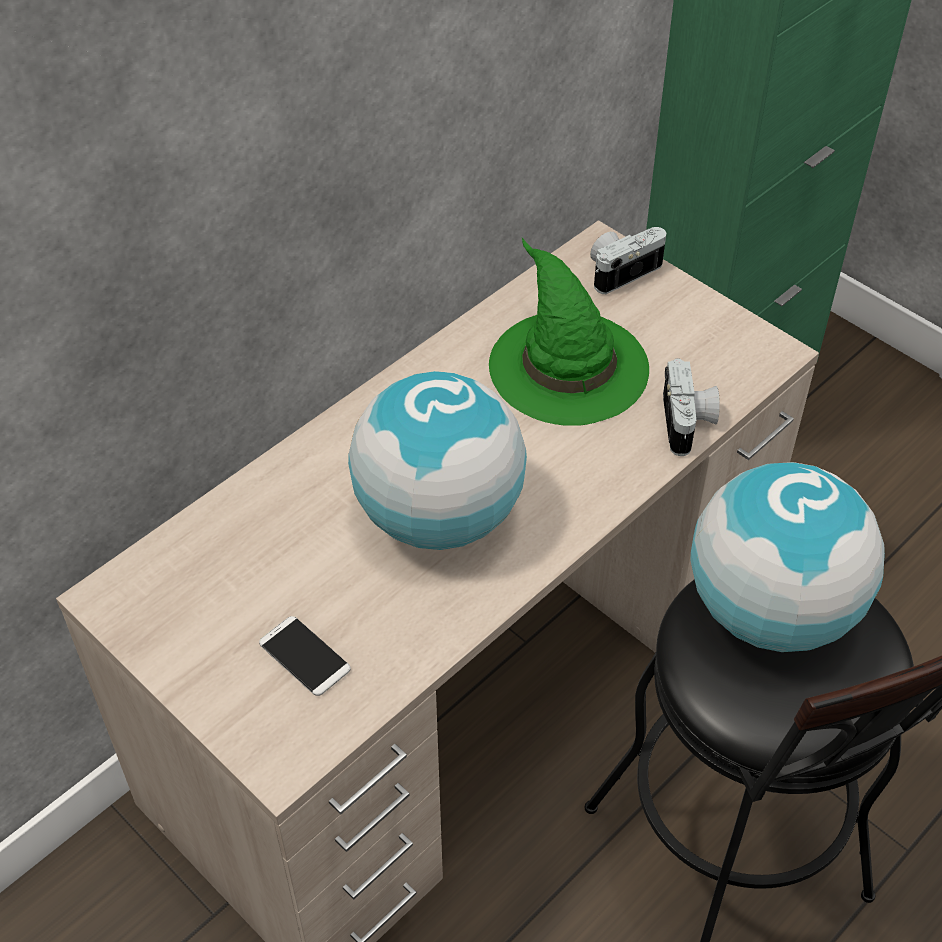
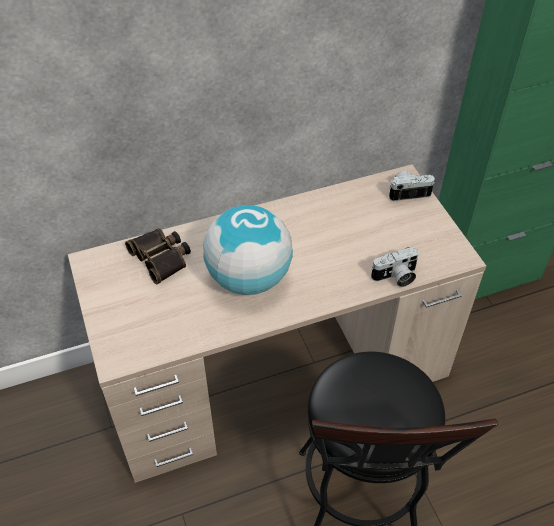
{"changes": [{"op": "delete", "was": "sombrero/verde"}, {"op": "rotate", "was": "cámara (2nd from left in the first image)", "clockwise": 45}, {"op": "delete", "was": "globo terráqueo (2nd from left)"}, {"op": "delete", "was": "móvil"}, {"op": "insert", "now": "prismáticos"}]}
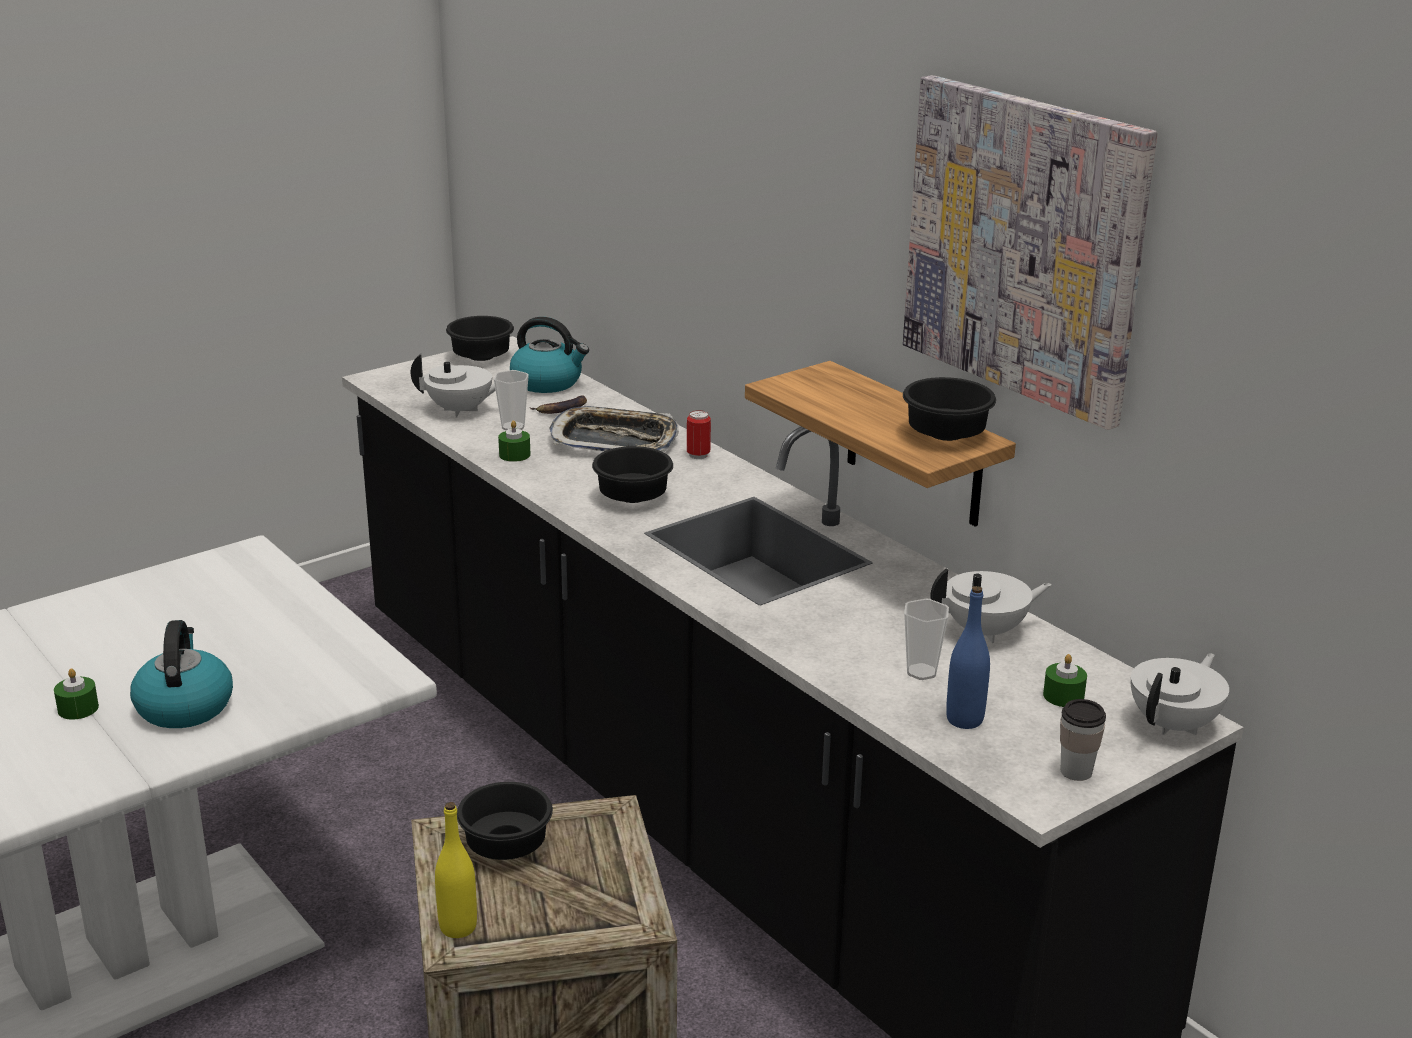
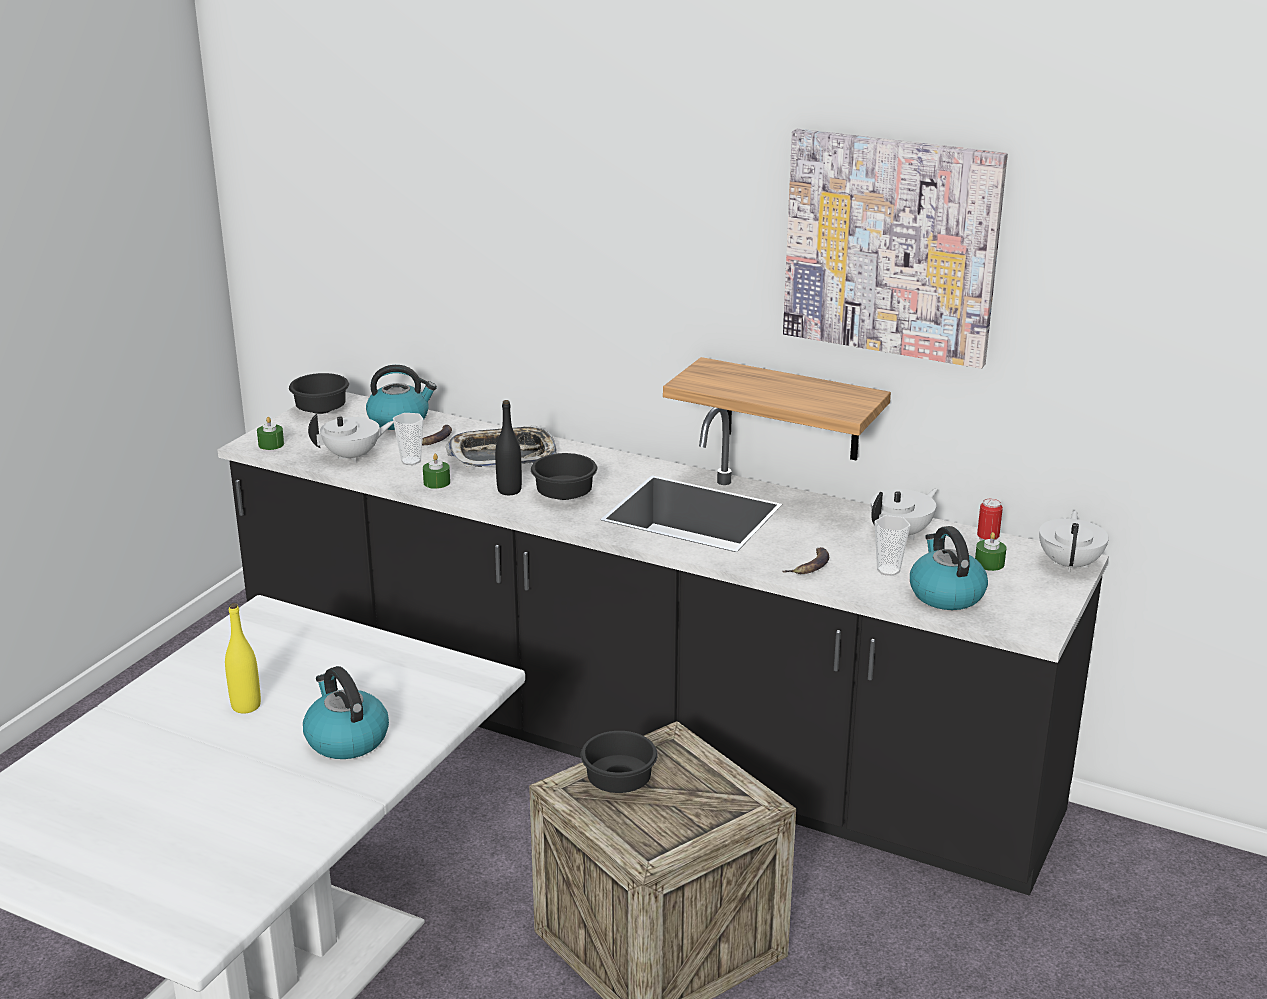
{"changes": [{"op": "delete", "was": "cuenco/negro (4th from left)"}, {"op": "move", "was": "lata"}, {"op": "replace", "was": "botella/azul", "now": "hervidor (3rd from left)"}, {"op": "move", "was": "vela/verde (1st from left)"}, {"op": "delete", "was": "taza (3rd from left)"}, {"op": "move", "was": "botella/amarillo"}, {"op": "insert", "now": "botella/negro"}, {"op": "insert", "now": "plátano (2nd from left)"}]}
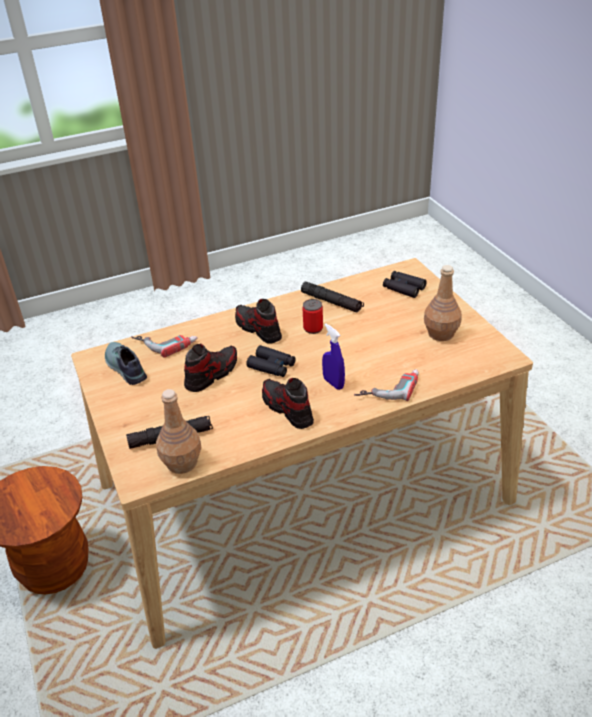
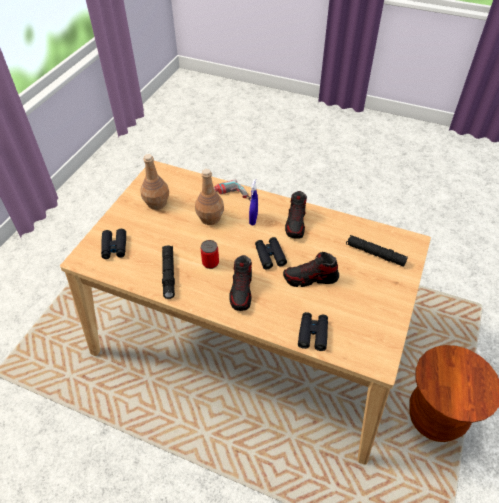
{"changes": [{"op": "replace", "was": "taladro (1st from left)", "now": "prismáticos/negro (3rd from left)"}, {"op": "delete", "was": "zapato (1st from left)"}, {"op": "move", "was": "botella/marrón (1st from left in the first image)", "now": "botella/marrón (2nd from left)"}]}
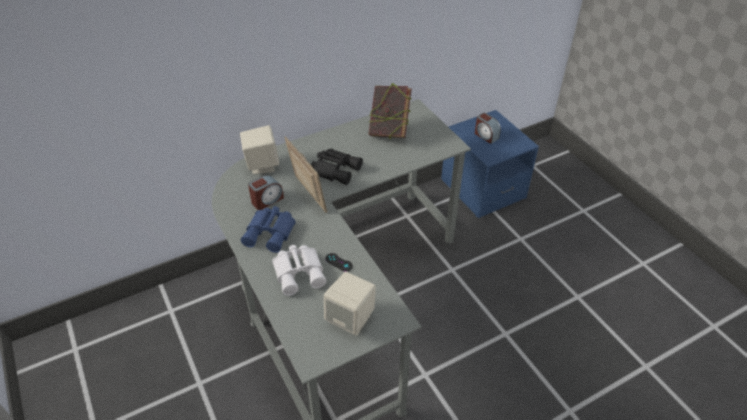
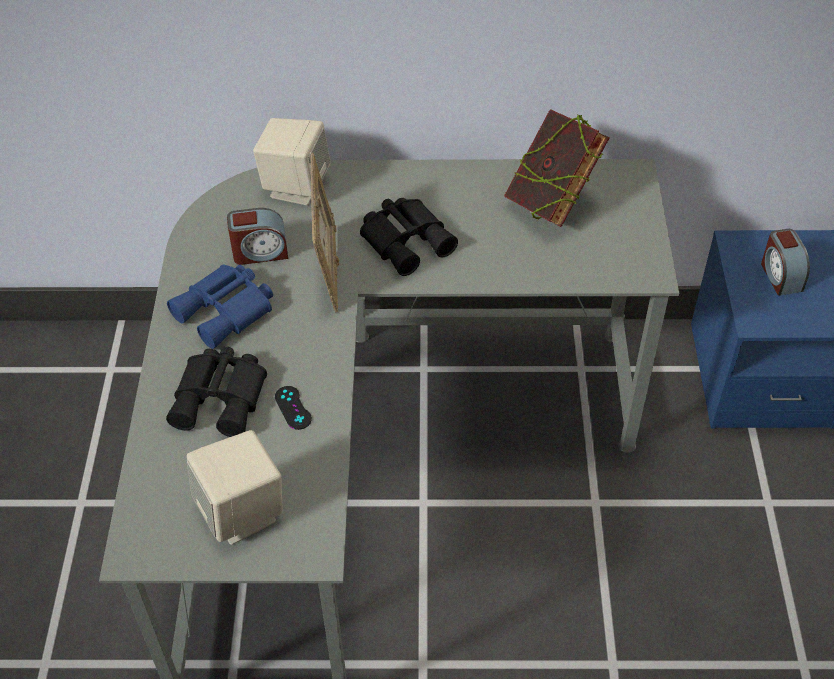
{"changes": [{"op": "recolor", "was": "prismáticos/blanco", "now": "prismáticos/negro (1st from left)"}]}
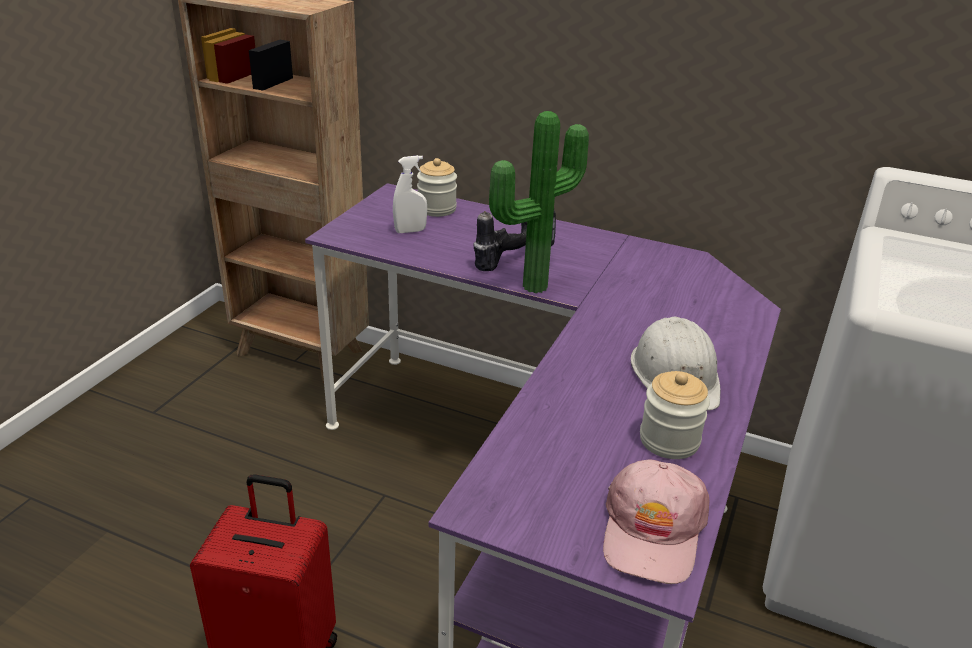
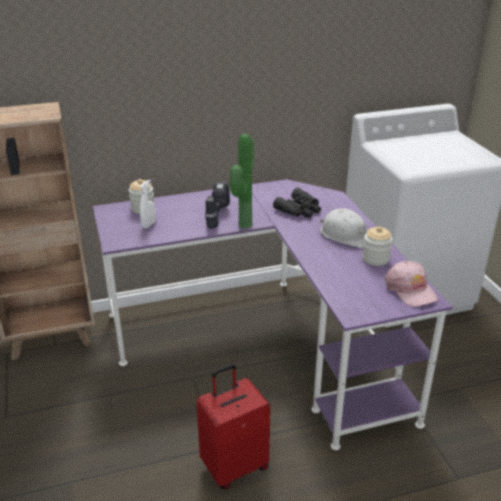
{"changes": [{"op": "insert", "now": "prismáticos/negro"}]}
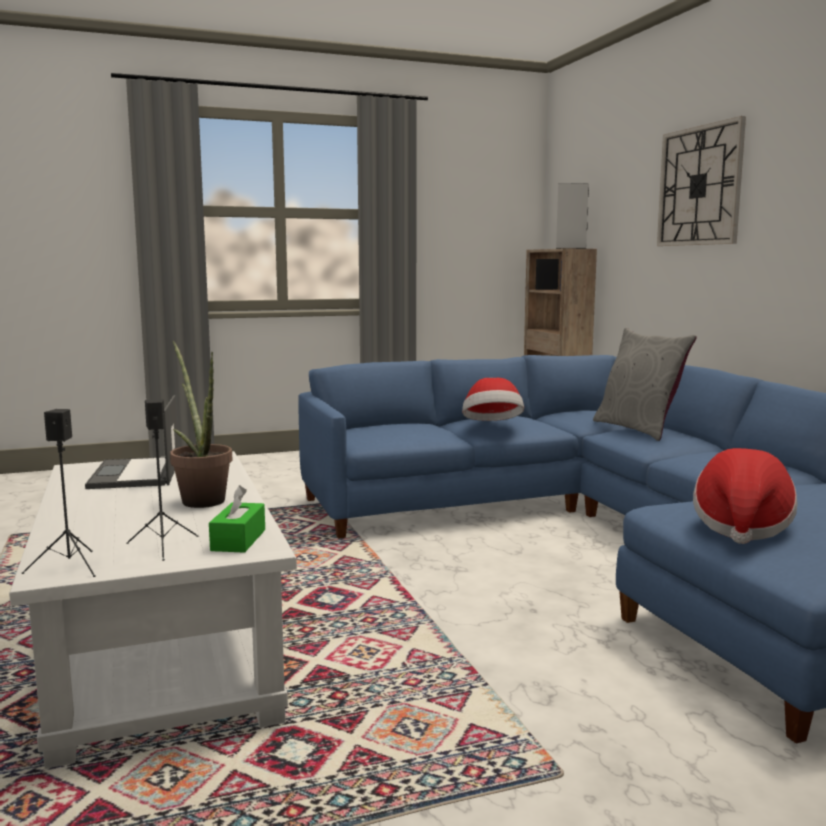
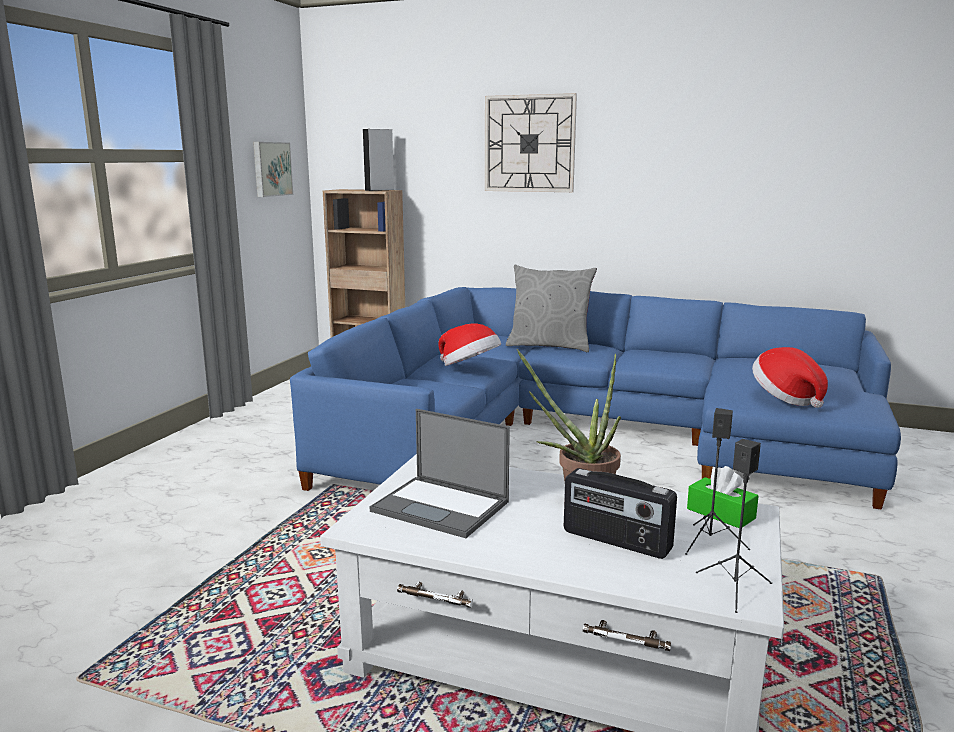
{"changes": [{"op": "insert", "now": "cuadro"}, {"op": "insert", "now": "radio"}]}
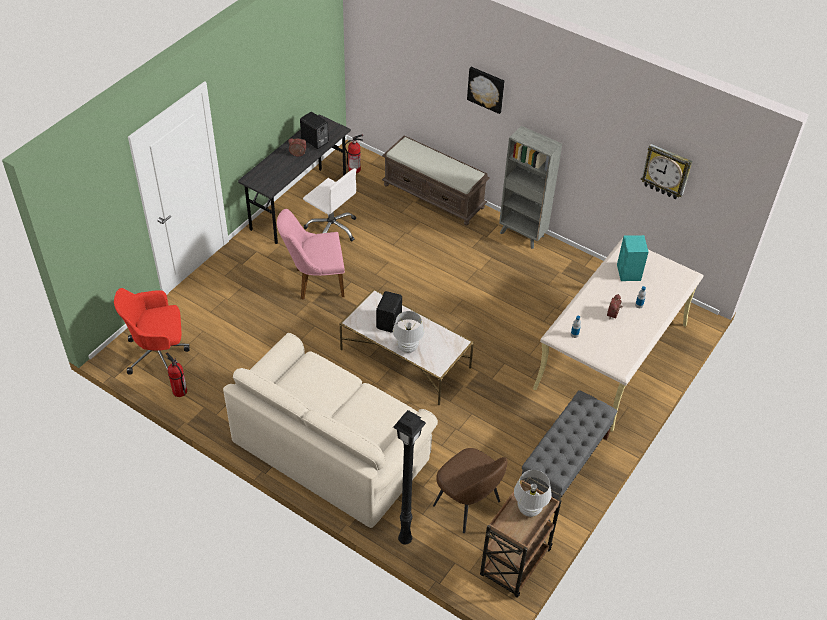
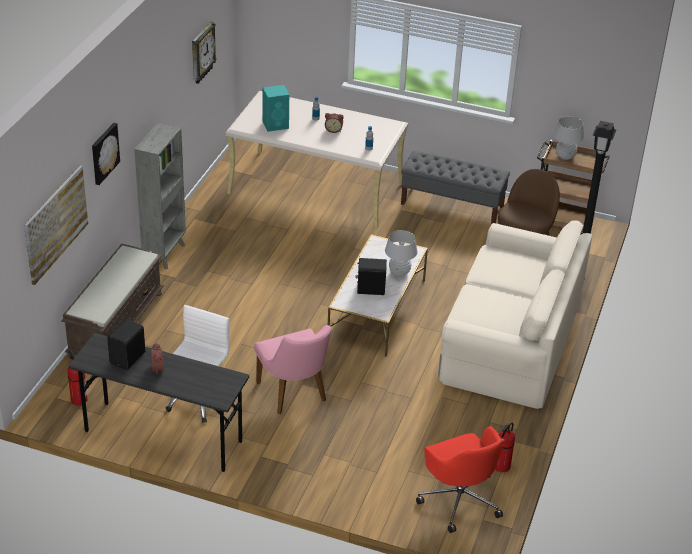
{"changes": [{"op": "insert", "now": "cuadro (1st from left)"}]}
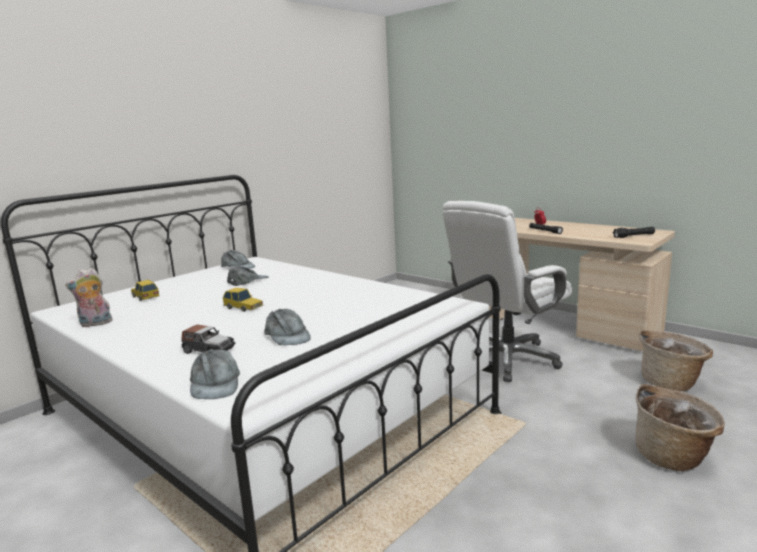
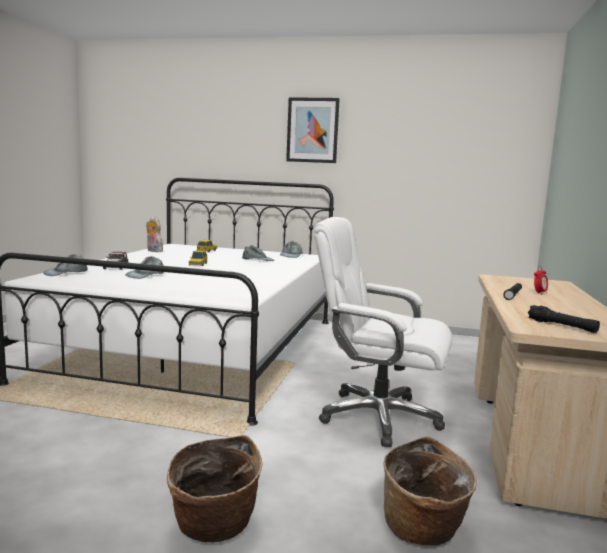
{"changes": [{"op": "insert", "now": "cuadro"}]}
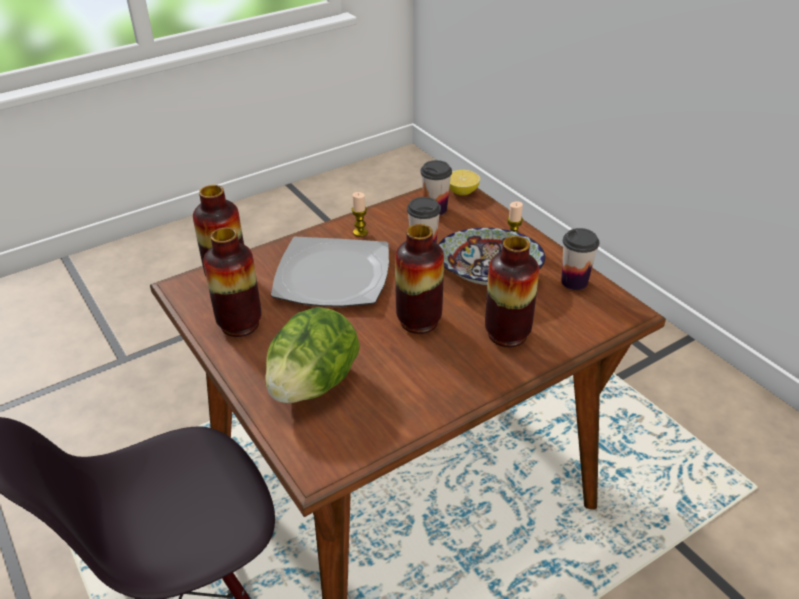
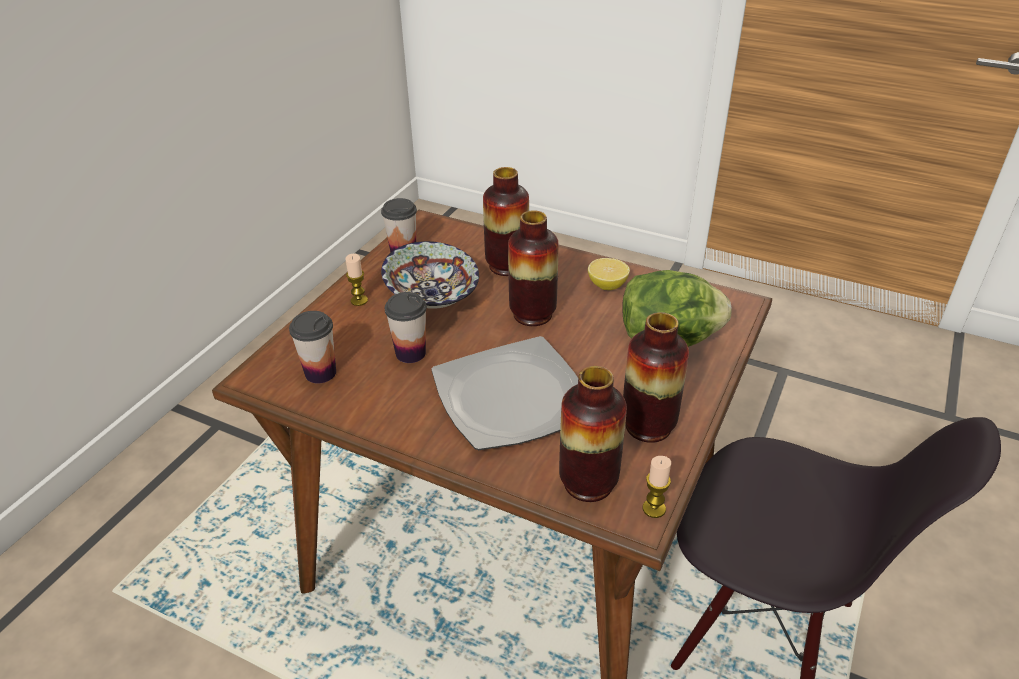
{"changes": [{"op": "move", "was": "limón"}, {"op": "move", "was": "vela (1st from left in the first image)", "now": "vela (2nd from left)"}]}
